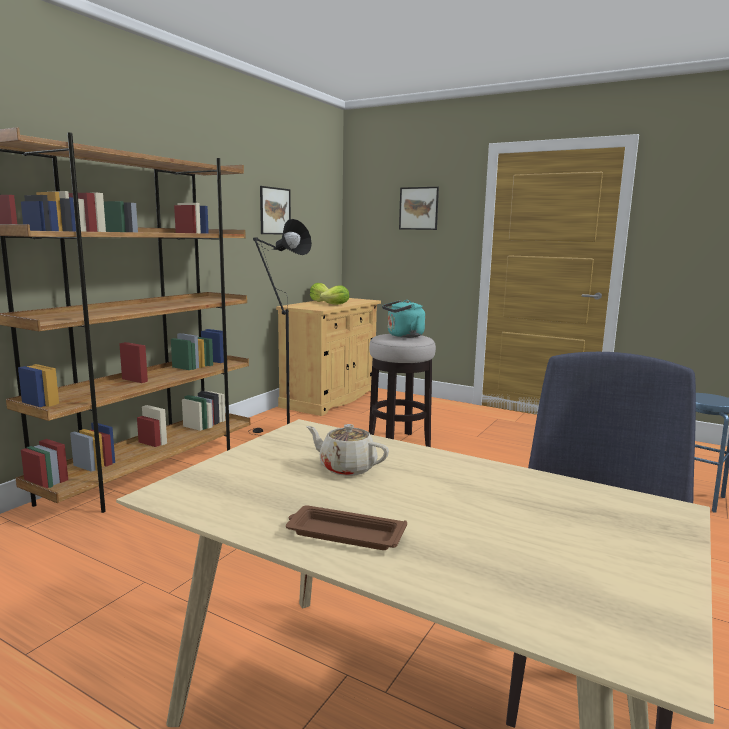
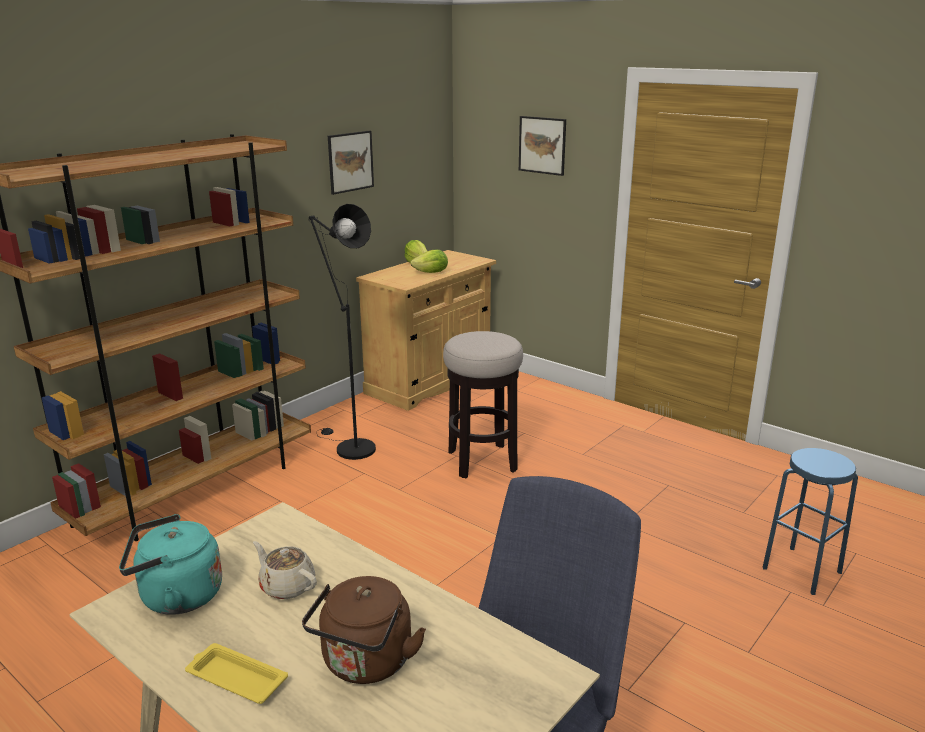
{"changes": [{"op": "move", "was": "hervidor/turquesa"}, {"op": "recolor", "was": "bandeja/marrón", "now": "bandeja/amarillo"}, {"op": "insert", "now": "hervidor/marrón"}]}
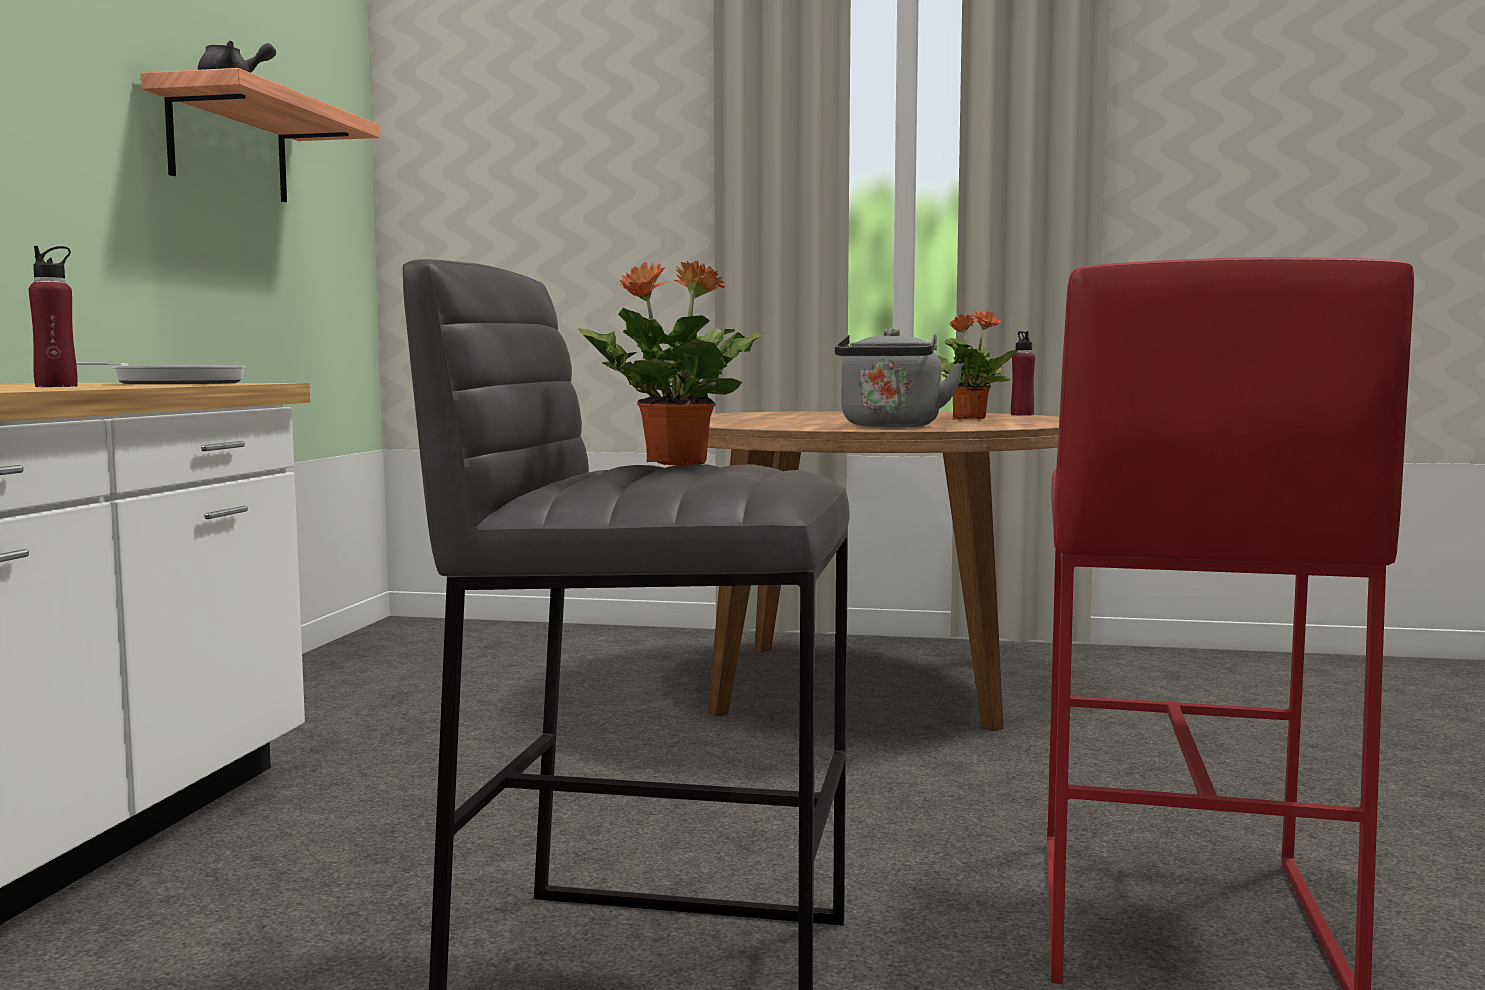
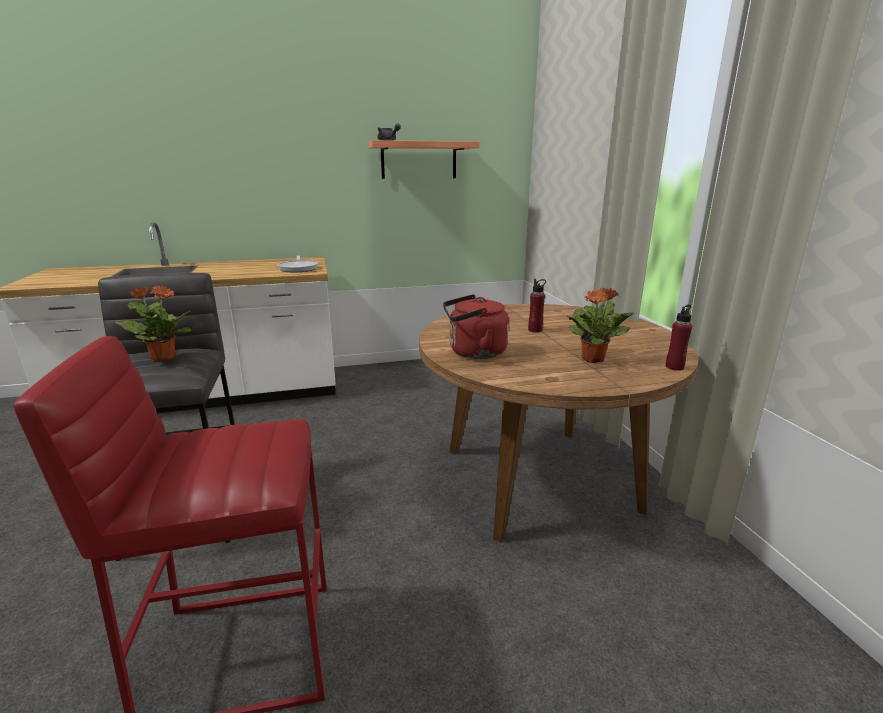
{"changes": [{"op": "move", "was": "botella/rojo (1st from left)"}, {"op": "recolor", "was": "hervidor/gris", "now": "hervidor/rojo"}]}
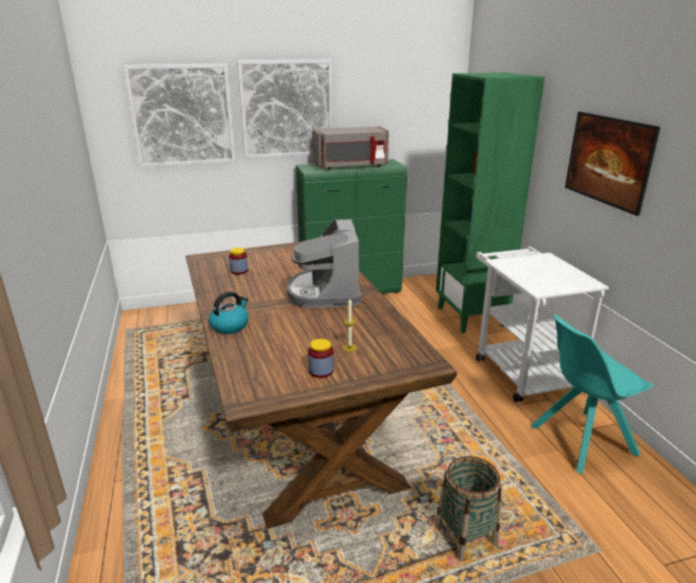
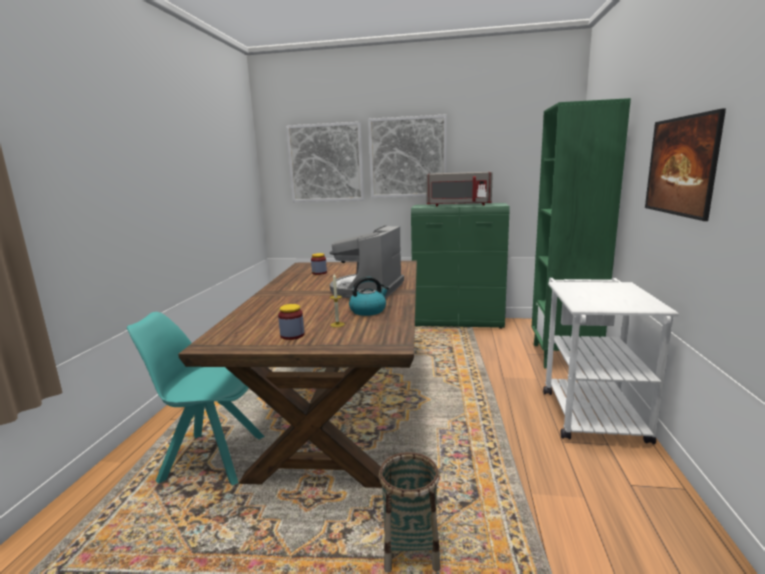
{"changes": [{"op": "move", "was": "hervidor"}, {"op": "move", "was": "silla/turquesa"}]}
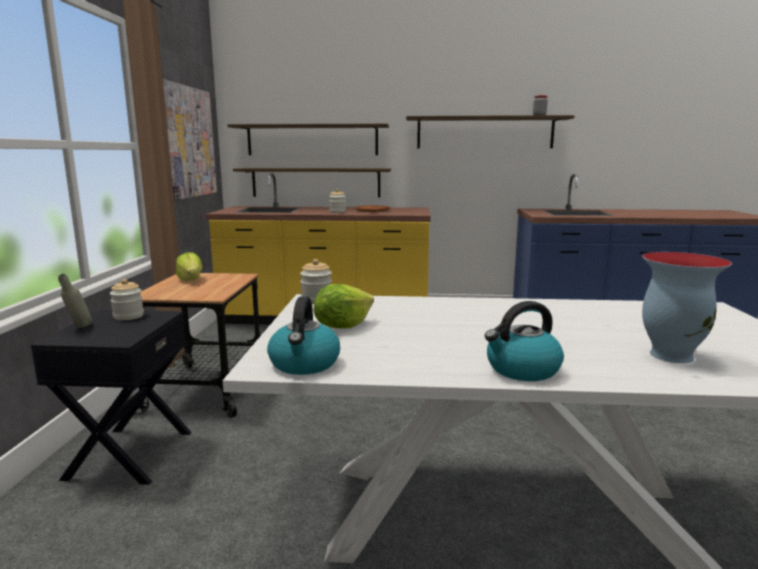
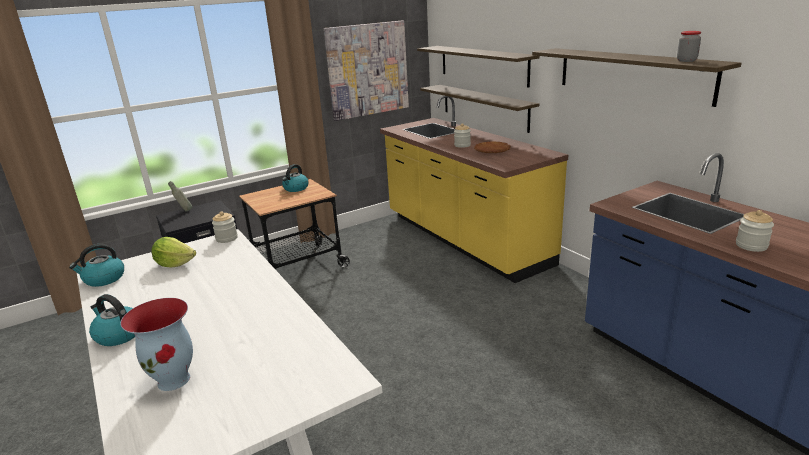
{"changes": [{"op": "replace", "was": "lechuga (1st from left)", "now": "hervidor (3rd from left)"}, {"op": "move", "was": "tarro (1st from left in the first image)", "now": "tarro (4th from left)"}]}
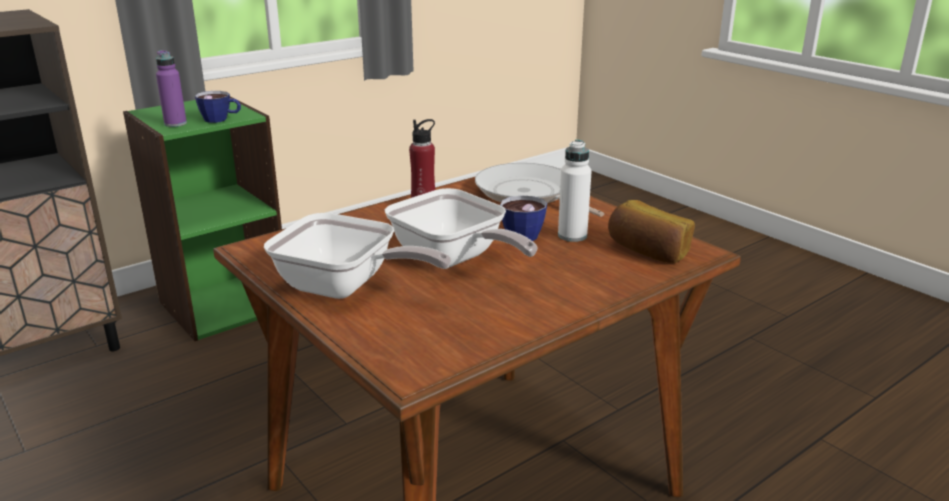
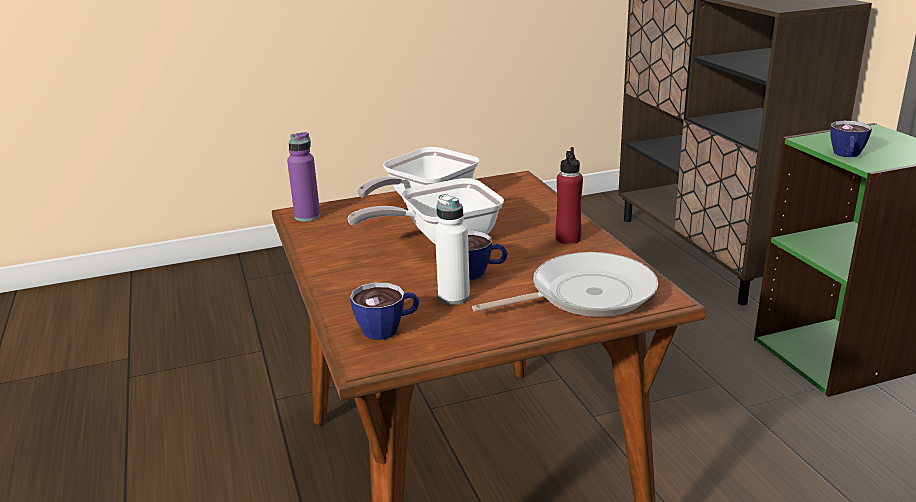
{"changes": [{"op": "move", "was": "botella/morado"}, {"op": "replace", "was": "pan", "now": "taza (1st from left)"}]}
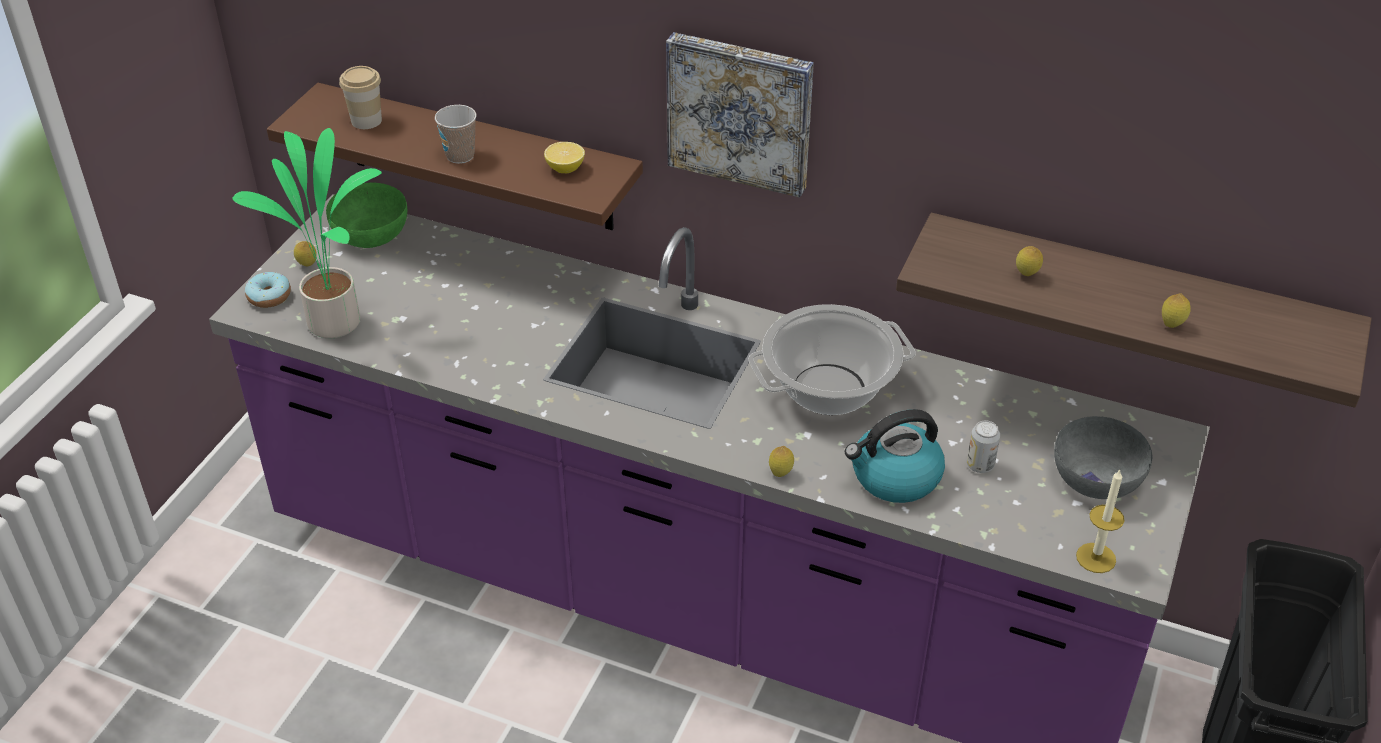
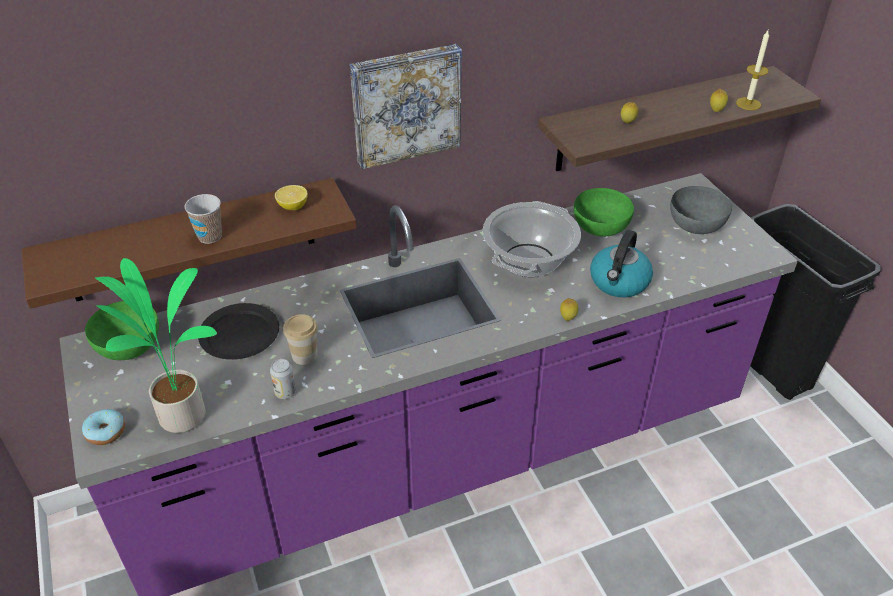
{"changes": [{"op": "move", "was": "taza (1st from left in the first image)", "now": "taza (2nd from left)"}, {"op": "delete", "was": "limón (1st from left)"}, {"op": "move", "was": "lata"}, {"op": "move", "was": "vela"}, {"op": "insert", "now": "cuenco/verde (2nd from left)"}, {"op": "insert", "now": "plato/negro"}]}
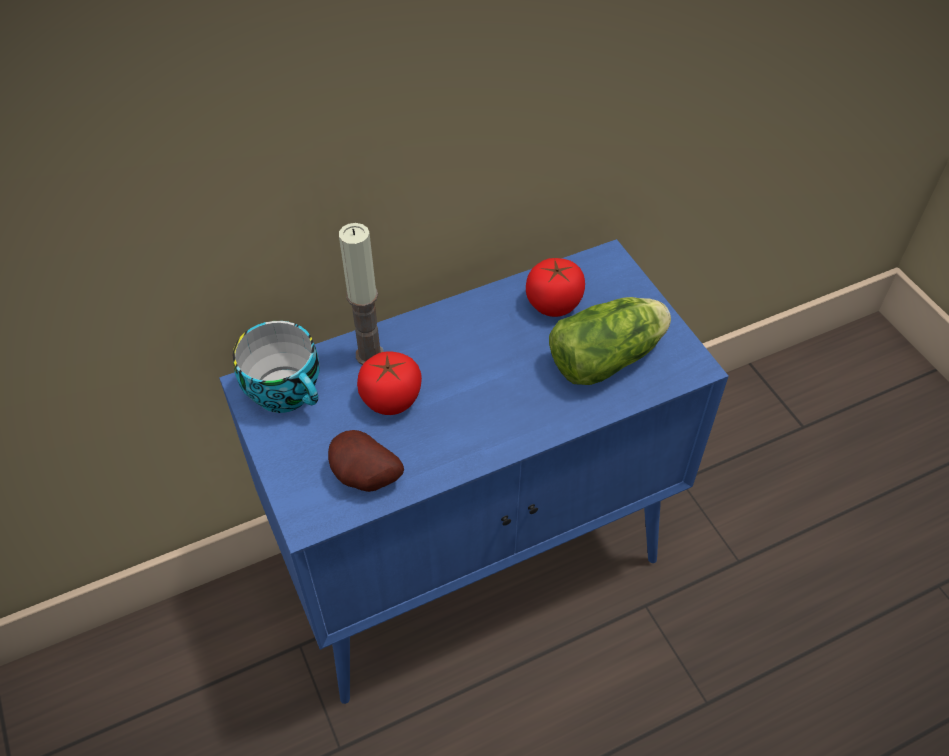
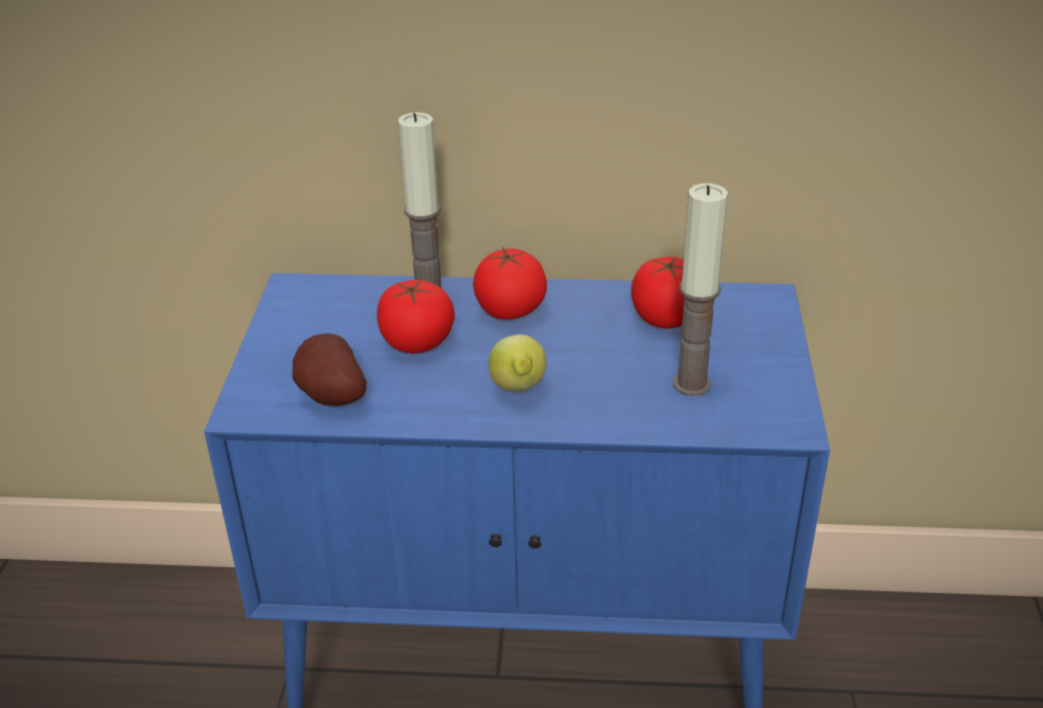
{"changes": [{"op": "replace", "was": "lechuga", "now": "vela (2nd from left)"}, {"op": "delete", "was": "taza"}, {"op": "insert", "now": "tomate (2nd from left)"}, {"op": "insert", "now": "limón"}]}
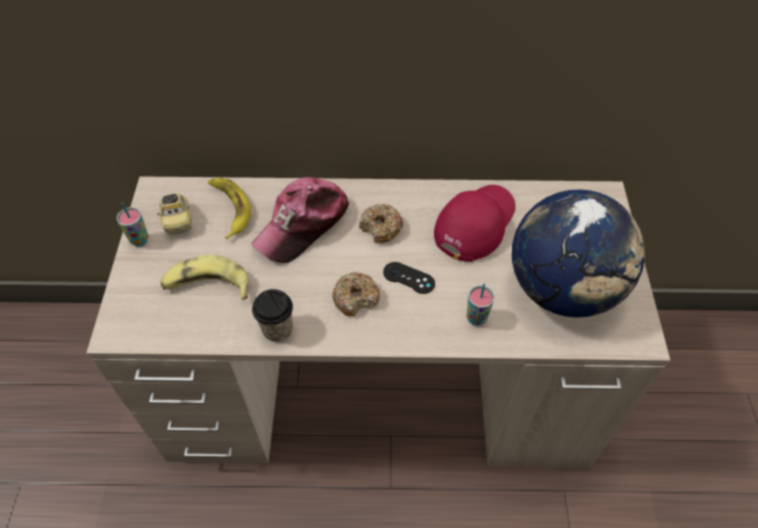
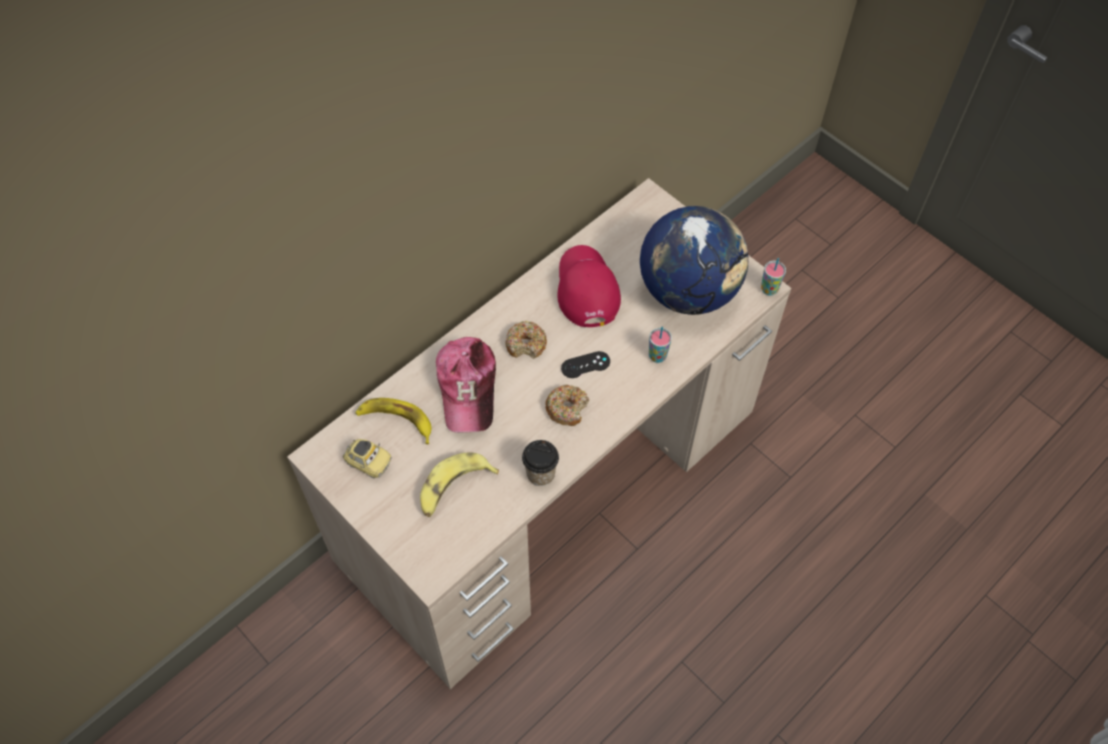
{"changes": [{"op": "move", "was": "taza (1st from left in the first image)", "now": "taza (3rd from left)"}]}
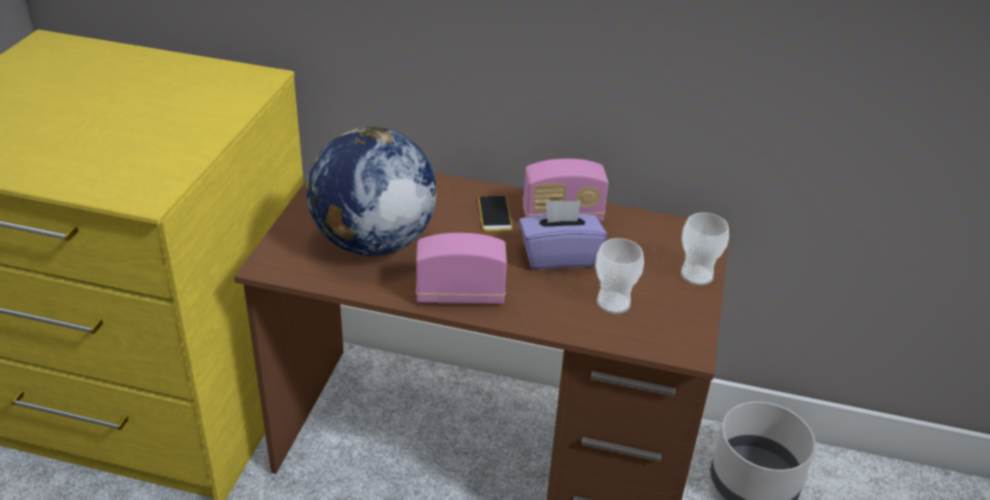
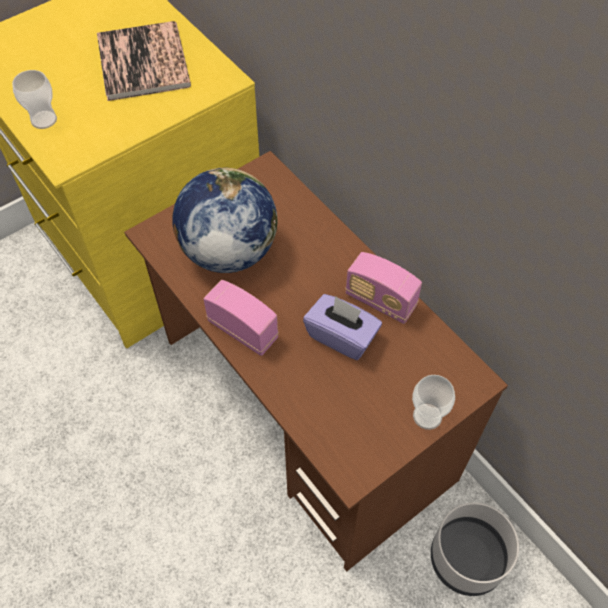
{"changes": [{"op": "delete", "was": "móvil"}, {"op": "move", "was": "taza (1st from left)"}, {"op": "insert", "now": "libro"}]}
